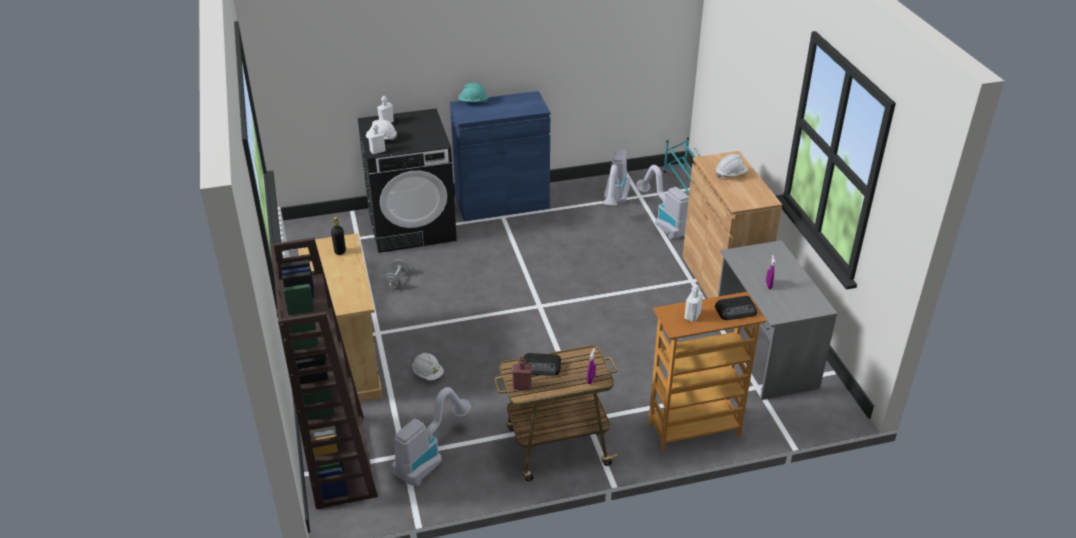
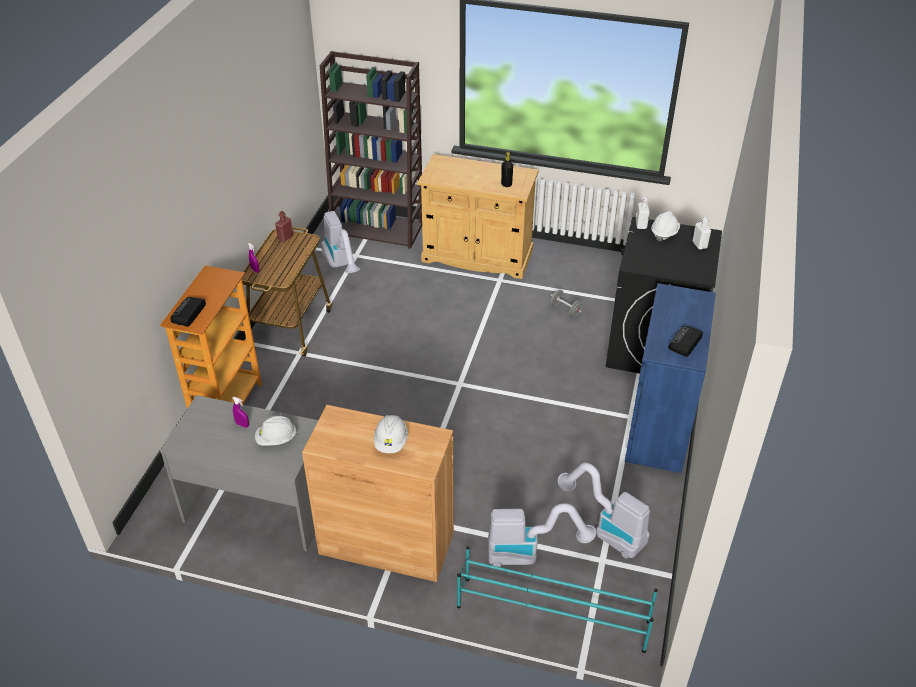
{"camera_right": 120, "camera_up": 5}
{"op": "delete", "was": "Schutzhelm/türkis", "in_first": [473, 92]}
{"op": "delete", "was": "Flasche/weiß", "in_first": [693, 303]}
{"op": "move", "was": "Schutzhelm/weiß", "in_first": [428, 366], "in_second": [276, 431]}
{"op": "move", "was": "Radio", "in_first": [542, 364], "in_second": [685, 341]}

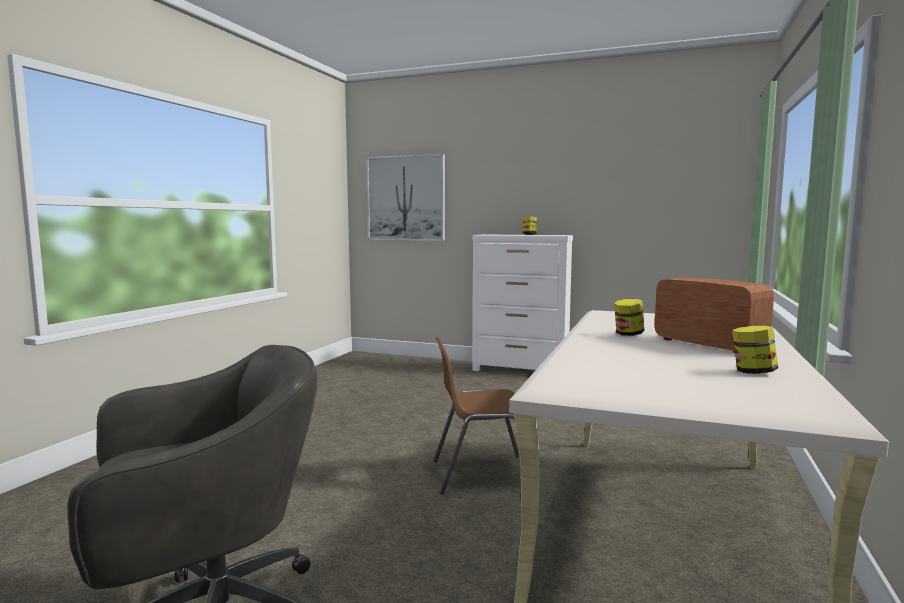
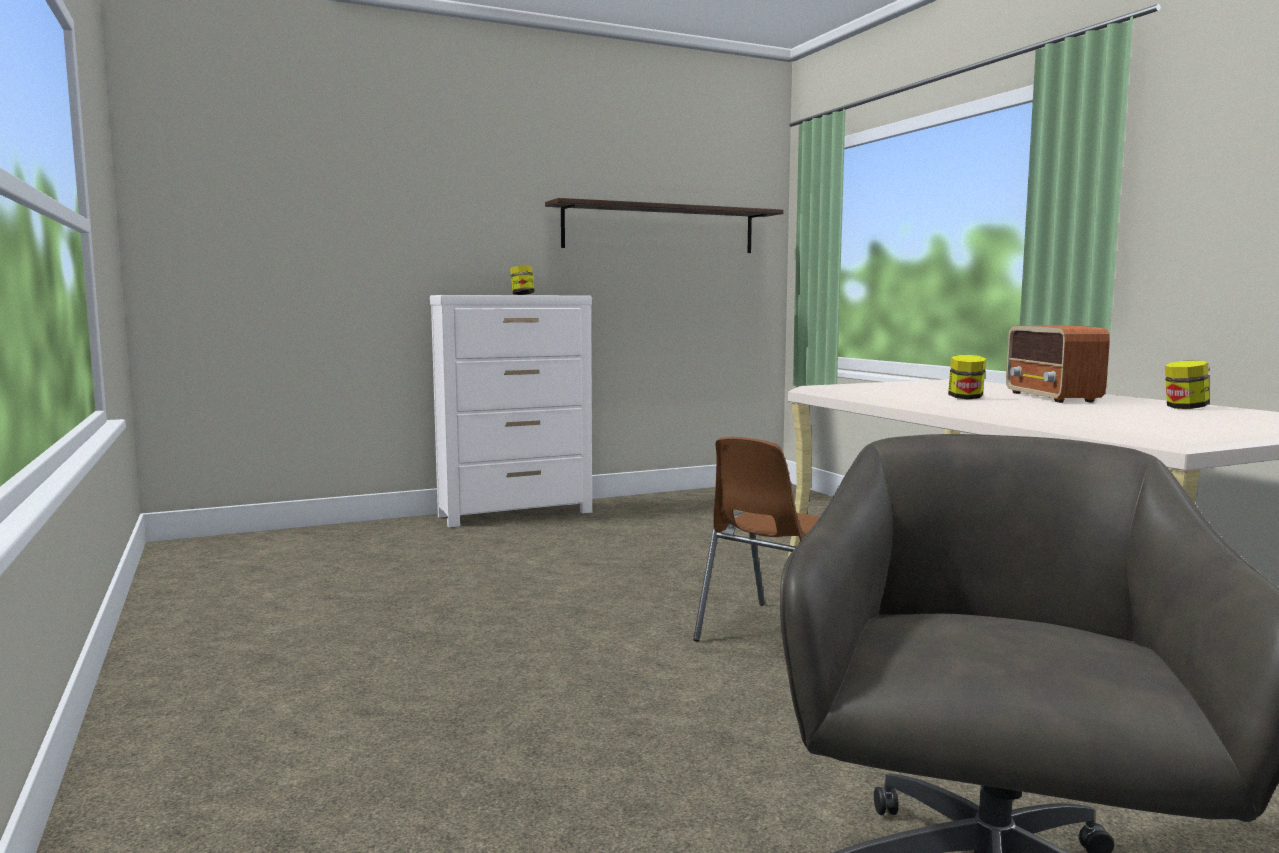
{"camera_right": -45, "camera_up": 0}
{"op": "delete", "was": "Bild", "in_first": [405, 197]}
{"op": "insert", "now": "Wandregal", "in_second": [664, 225]}
{"op": "rotate", "was": "Radio", "in_first": [714, 315], "in_second": [1058, 364], "clockwise": -105}

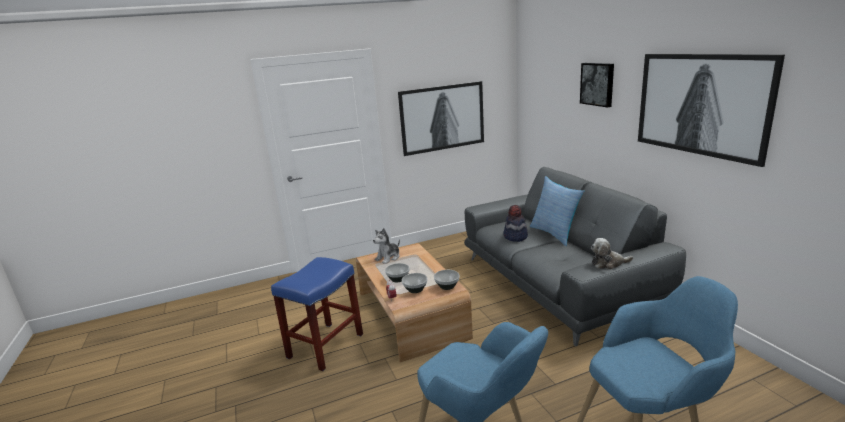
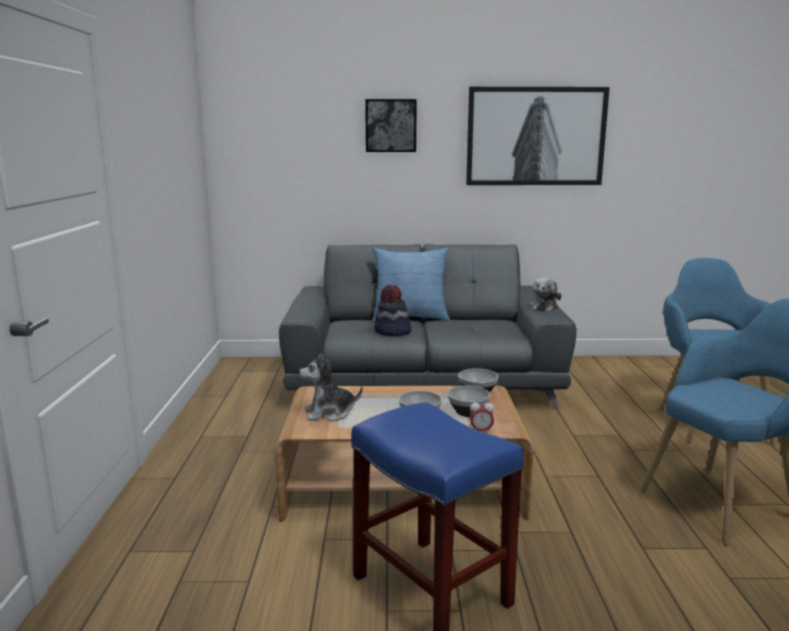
{"camera_right": -70, "camera_up": -5}
{"op": "delete", "was": "Bild", "in_first": [441, 118]}
{"op": "rotate", "was": "Plüschtier", "in_first": [386, 246], "in_second": [331, 387], "clockwise": 105}

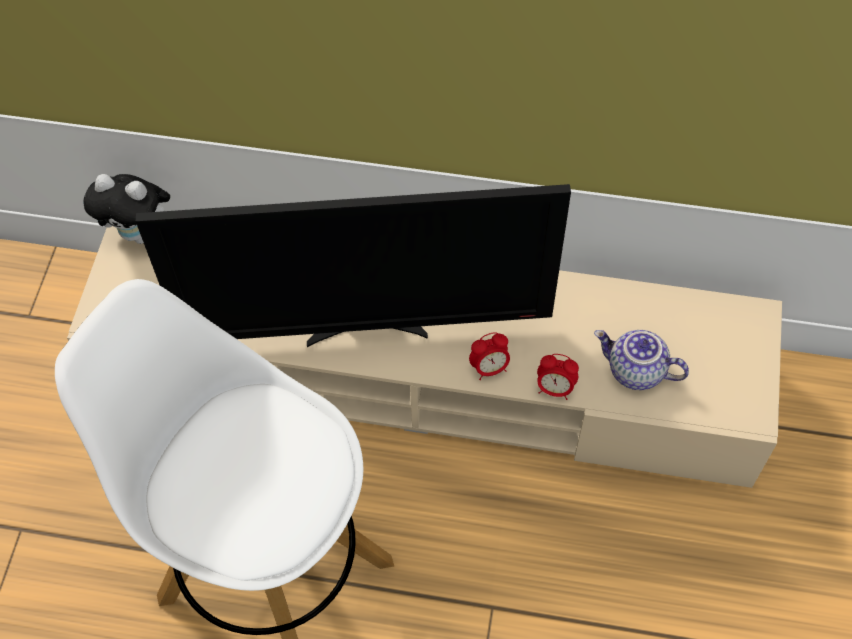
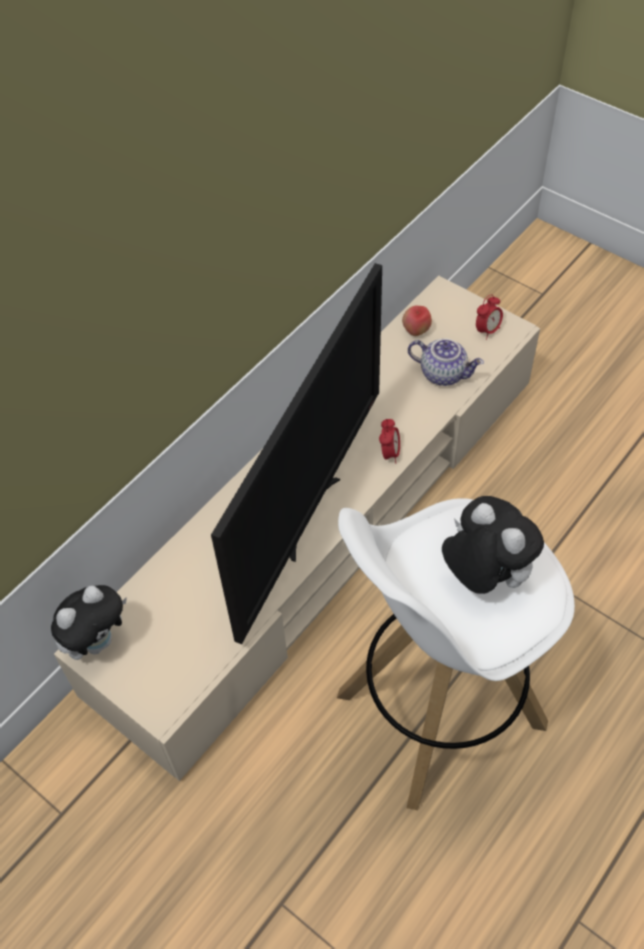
{"camera_right": -60, "camera_up": -5}
{"op": "insert", "now": "Apfel", "in_second": [417, 321]}
{"op": "insert", "now": "Plüschtier", "in_second": [493, 545]}
{"op": "move", "was": "Wecker", "in_first": [558, 377], "in_second": [489, 317]}
{"op": "rotate", "was": "Teekanne", "in_first": [641, 360], "in_second": [446, 362], "clockwise": -120}

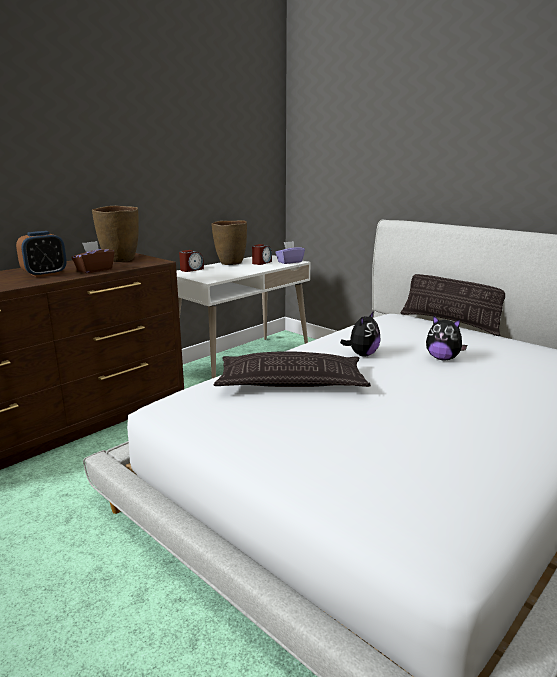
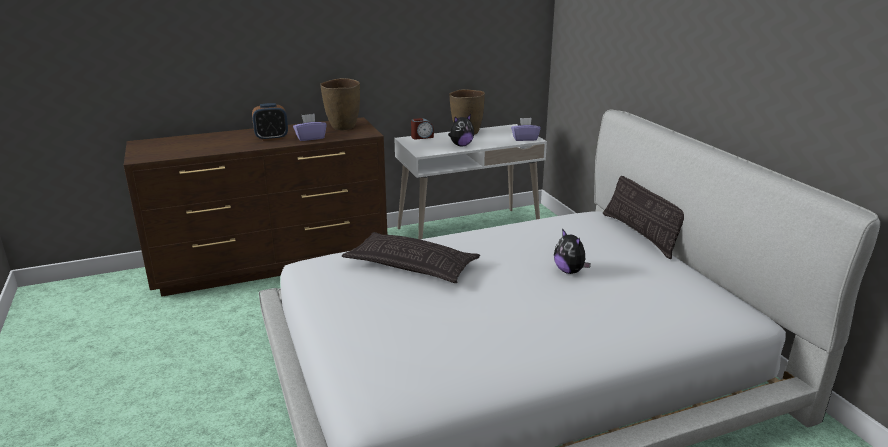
{"camera_right": 25, "camera_up": 5}
{"op": "delete", "was": "Wecker", "in_first": [262, 254]}
{"op": "move", "was": "Plüschtier", "in_first": [360, 333], "in_second": [461, 130]}
{"op": "recolor", "was": "Taschentuchbox/braun", "now": "Taschentuchbox/lila", "in_first": [93, 257], "in_second": [310, 127]}

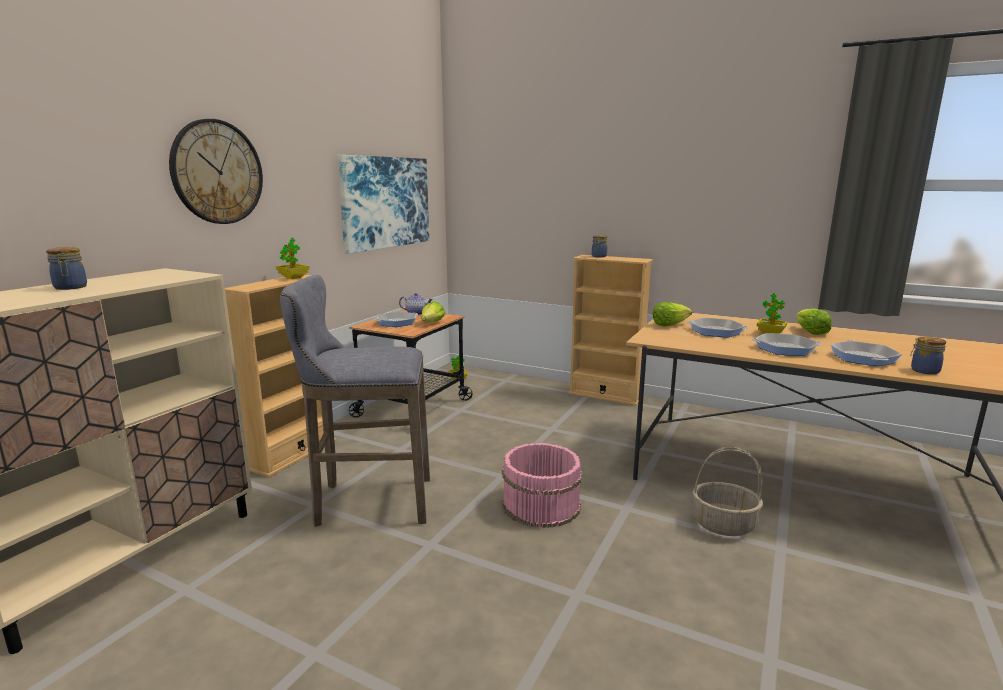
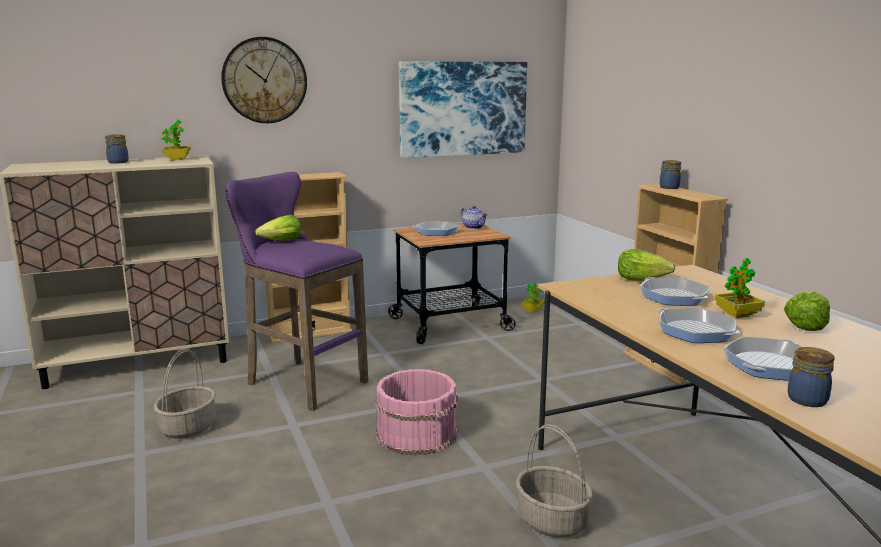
{"camera_right": 40, "camera_up": 0}
{"op": "insert", "now": "Korb", "in_second": [185, 394]}
{"op": "move", "was": "Topfpflanze", "in_first": [292, 258], "in_second": [176, 140]}
{"op": "move", "was": "Salatkopf", "in_first": [433, 312], "in_second": [278, 228]}
{"op": "recolor", "was": "Hocker/grau", "now": "Hocker/lila", "in_first": [355, 401], "in_second": [296, 291]}

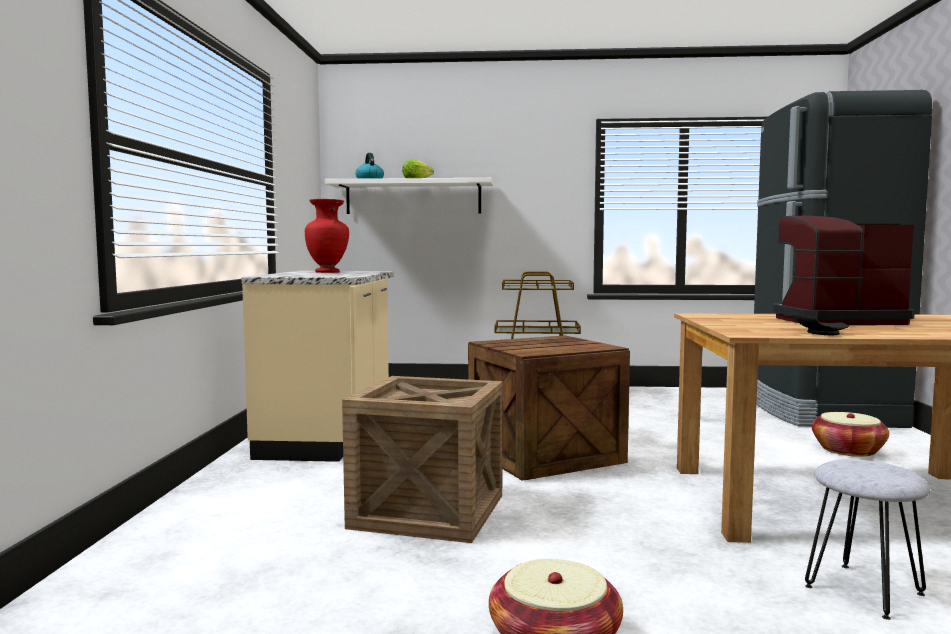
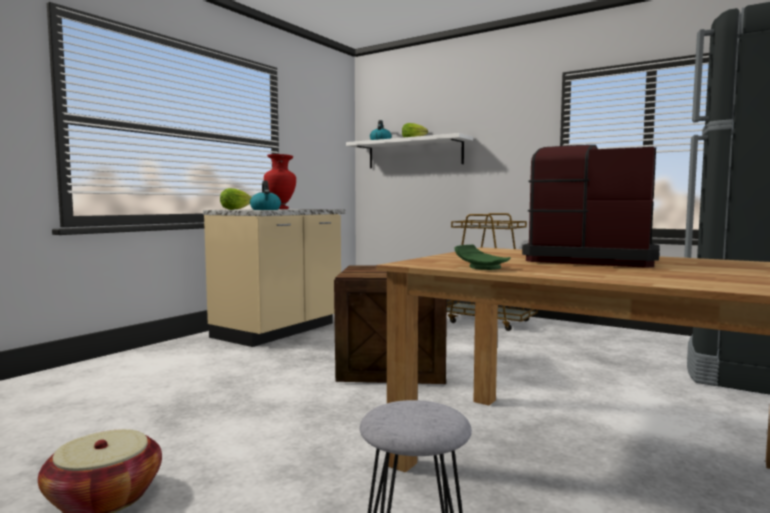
{"camera_right": 30, "camera_up": 0}
{"op": "delete", "was": "Kiste", "in_first": [422, 459]}
{"op": "delete", "was": "Korb", "in_first": [850, 434]}
{"op": "insert", "now": "Salatkopf", "in_second": [236, 199]}
{"op": "insert", "now": "Wasserkessel", "in_second": [265, 195]}
{"op": "recolor", "was": "Teller/schwarz", "now": "Teller/grün", "in_first": [821, 323], "in_second": [483, 257]}

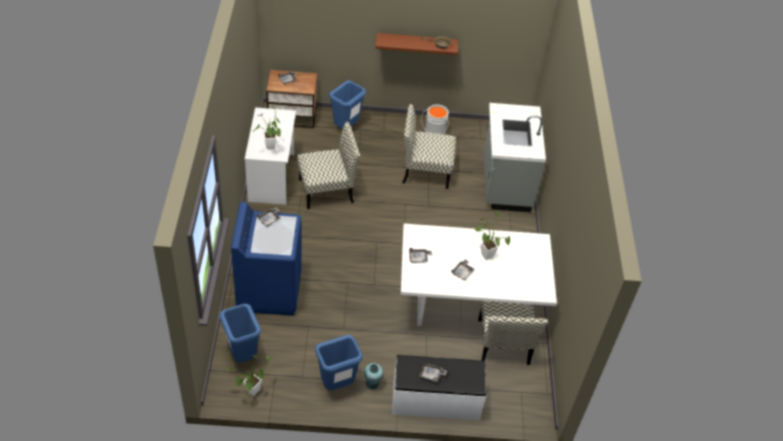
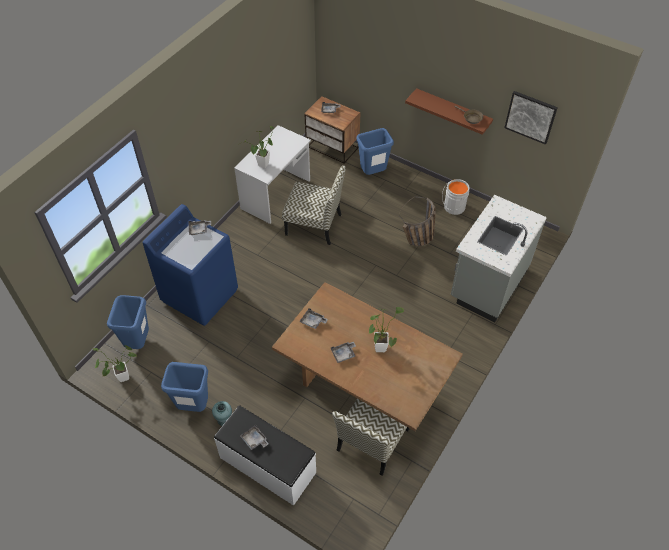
{"camera_right": 35, "camera_up": 5}
{"op": "insert", "now": "Bild", "in_second": [531, 118]}
{"op": "replace", "was": "Stuhl", "now": "Korb", "in_first": [429, 146], "in_second": [417, 221]}
{"op": "recolor", "was": "Esstisch/weiß", "now": "Esstisch/braun", "in_first": [479, 274], "in_second": [367, 356]}

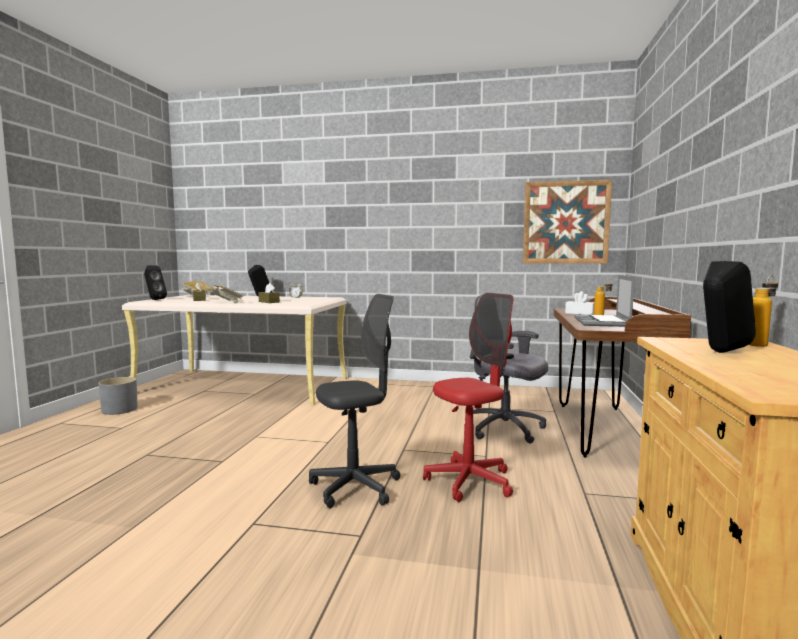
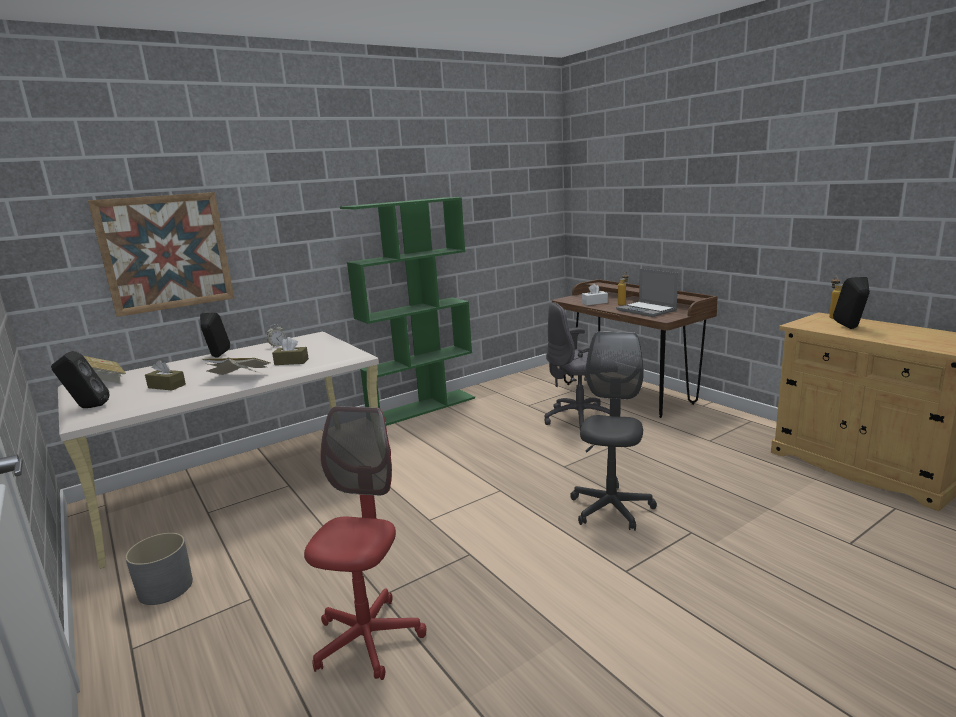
{"camera_right": -45, "camera_up": 10}
{"op": "insert", "now": "Bücherregal/grün", "in_second": [407, 311]}
{"op": "move", "was": "Bürostuhl/rot", "in_first": [468, 397], "in_second": [365, 543]}
{"op": "move", "was": "Bild", "in_first": [567, 222], "in_second": [161, 254]}

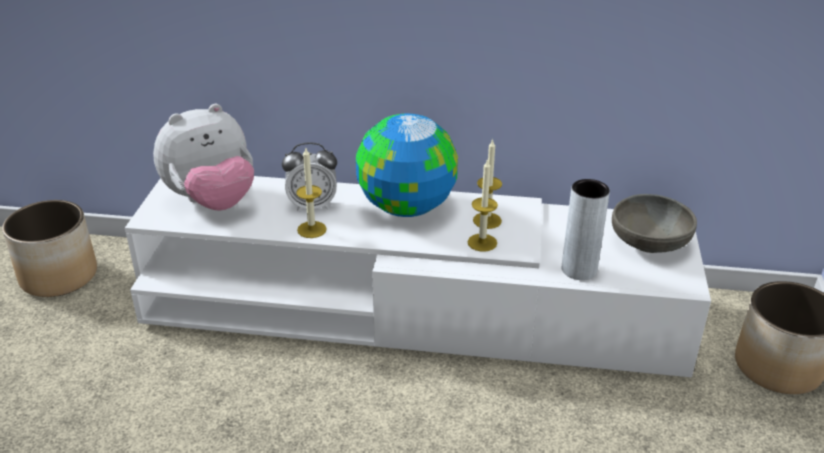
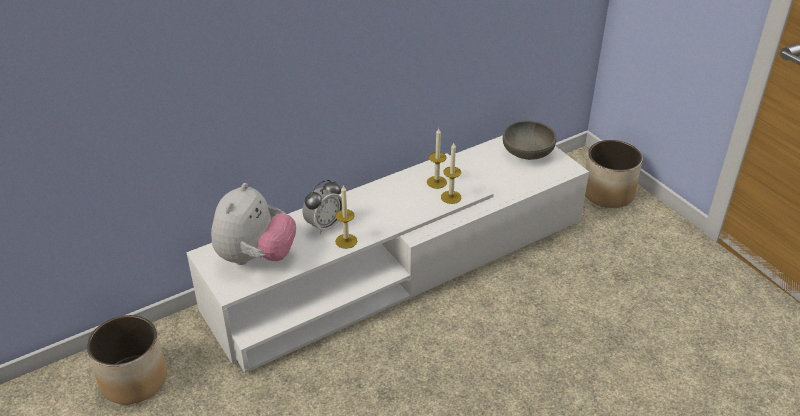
{"camera_right": -40, "camera_up": 5}
{"op": "delete", "was": "Globus", "in_first": [407, 165]}
{"op": "delete", "was": "Vase/grau", "in_first": [586, 229]}

